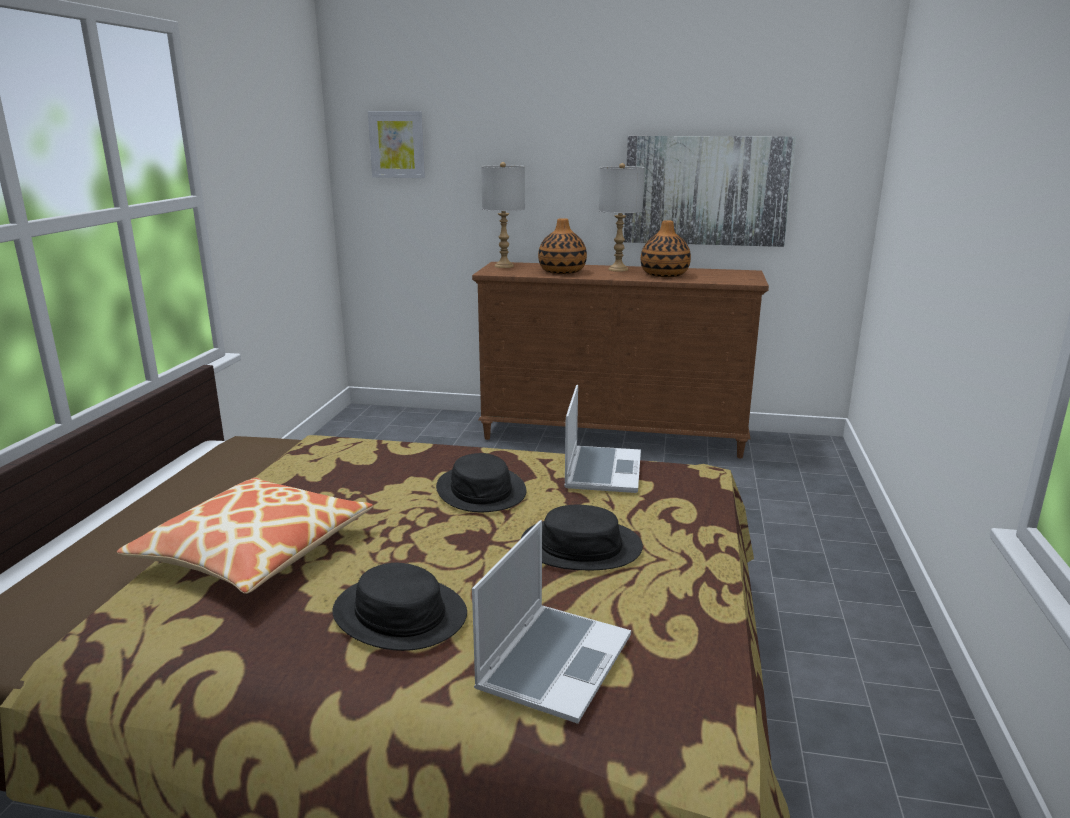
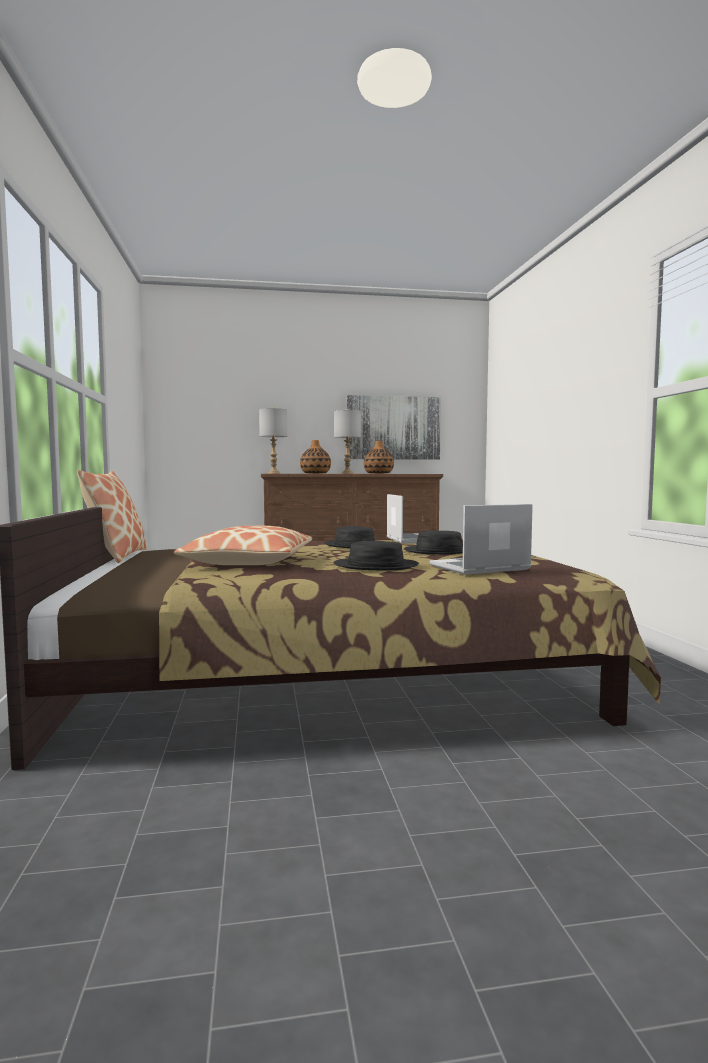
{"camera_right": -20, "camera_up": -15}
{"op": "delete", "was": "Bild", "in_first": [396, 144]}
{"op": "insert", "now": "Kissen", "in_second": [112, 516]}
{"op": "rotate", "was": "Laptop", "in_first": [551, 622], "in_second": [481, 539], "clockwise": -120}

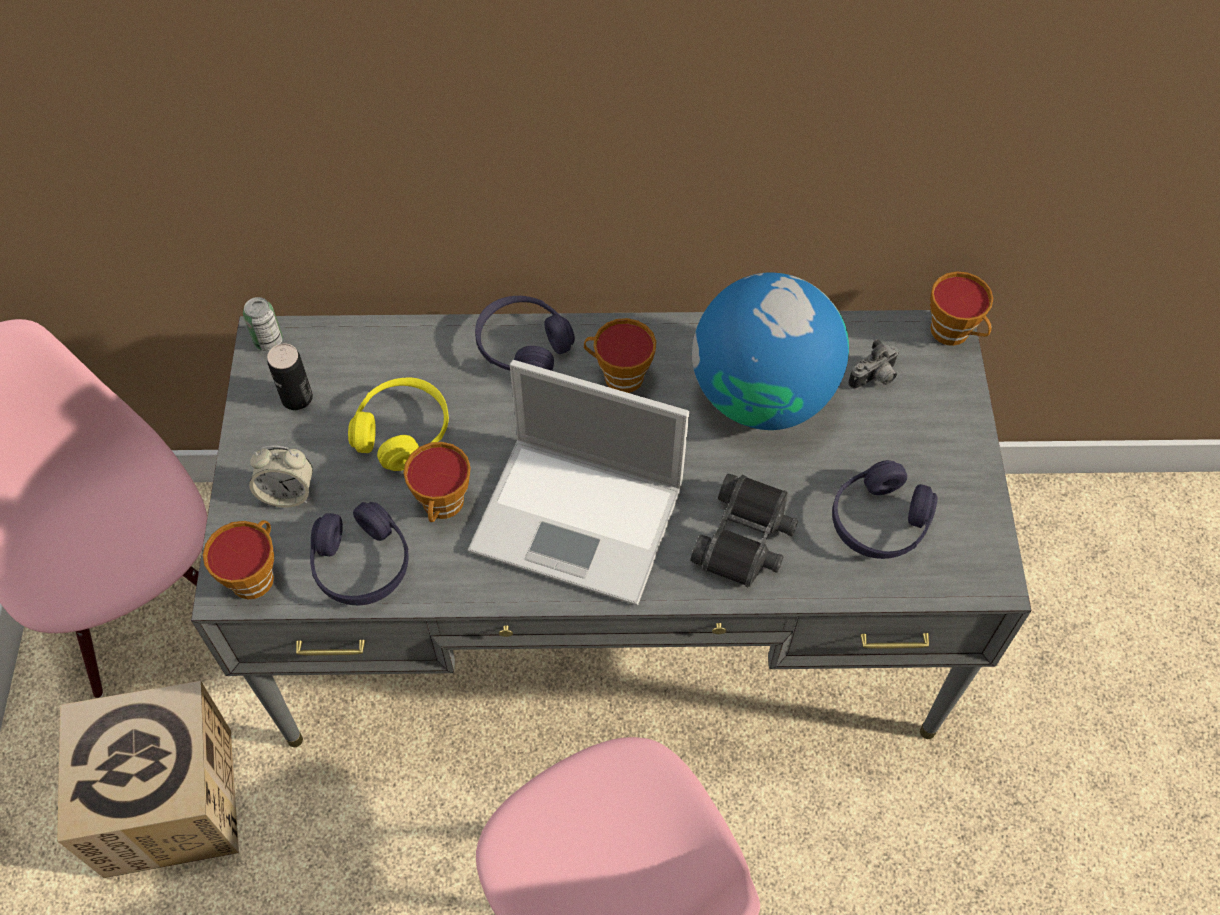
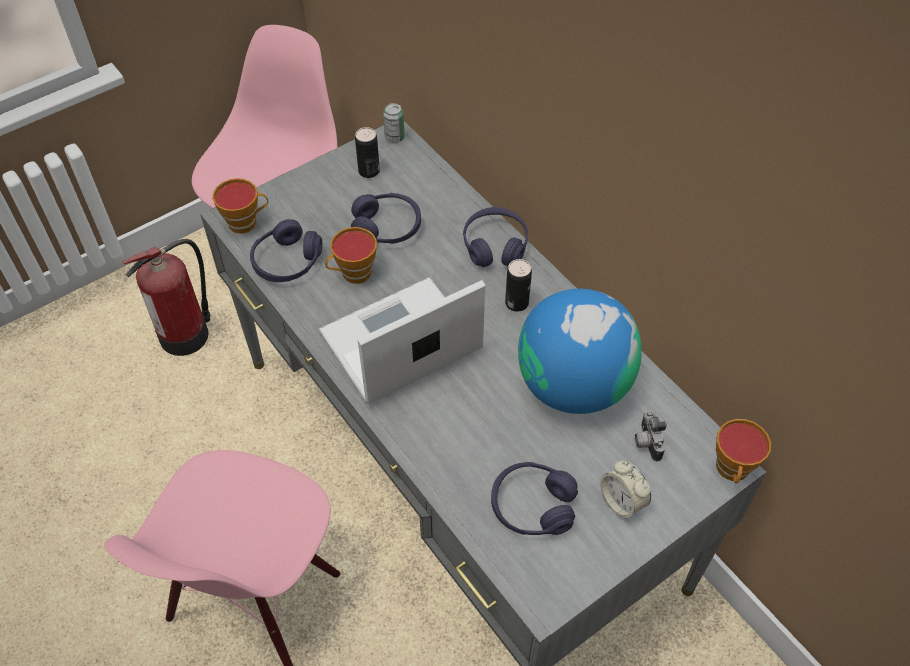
{"camera_right": 55, "camera_up": -5}
{"op": "delete", "was": "Fernglas/schwarz", "in_first": [744, 530]}
{"op": "move", "was": "Wecker", "in_first": [281, 477], "in_second": [625, 490]}
{"op": "replace", "was": "Karton", "now": "Feuerlöscher", "in_first": [148, 779], "in_second": [166, 297]}
{"op": "replace", "was": "Tasse", "now": "Dose", "in_first": [620, 355], "in_second": [518, 285]}
{"op": "recolor", "was": "Kopfhörer/gelb", "now": "Kopfhörer/lila", "in_first": [398, 424], "in_second": [386, 218]}
{"op": "rotate", "was": "Laptop", "in_first": [578, 482], "in_second": [402, 340], "clockwise": 75}
{"op": "rotate", "was": "Kamera", "in_first": [873, 364], "in_second": [651, 435], "clockwise": 60}

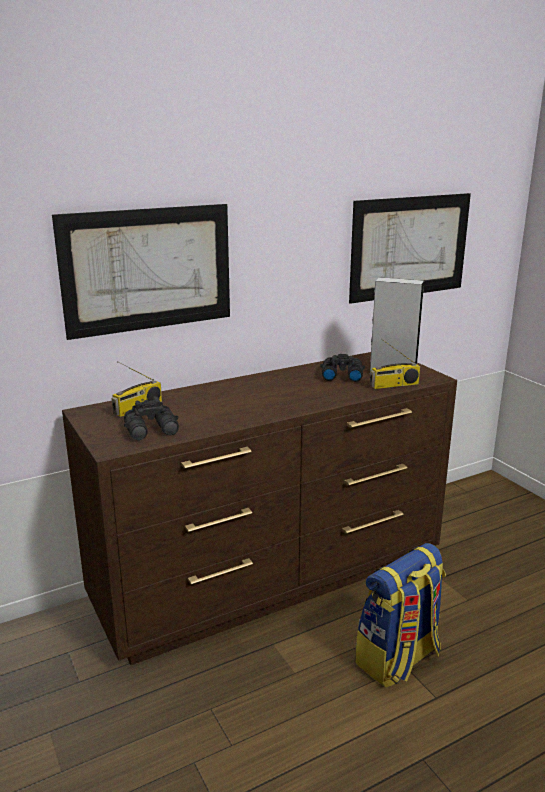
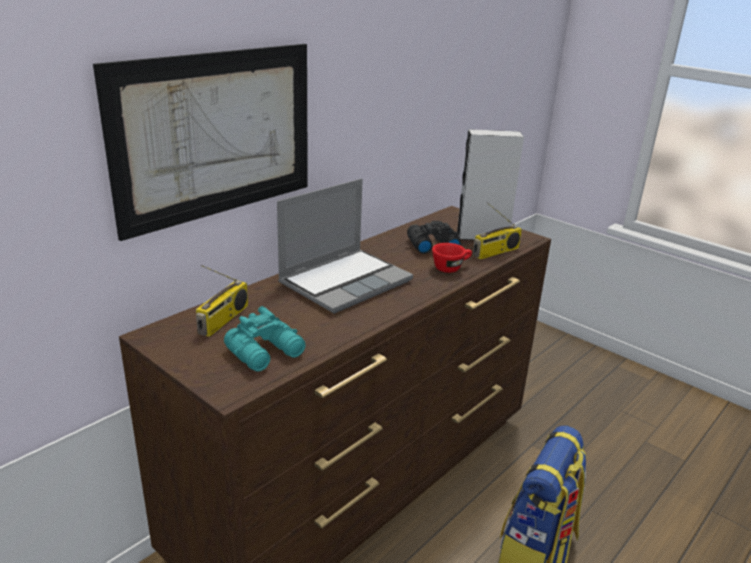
{"camera_right": -20, "camera_up": 5}
{"op": "delete", "was": "Bild", "in_first": [410, 248]}
{"op": "insert", "now": "Laptop", "in_second": [345, 246]}
{"op": "insert", "now": "Tasse/rot", "in_second": [452, 258]}
{"op": "recolor", "was": "Fernglas/schwarz", "now": "Fernglas/türkis", "in_first": [151, 418], "in_second": [265, 339]}

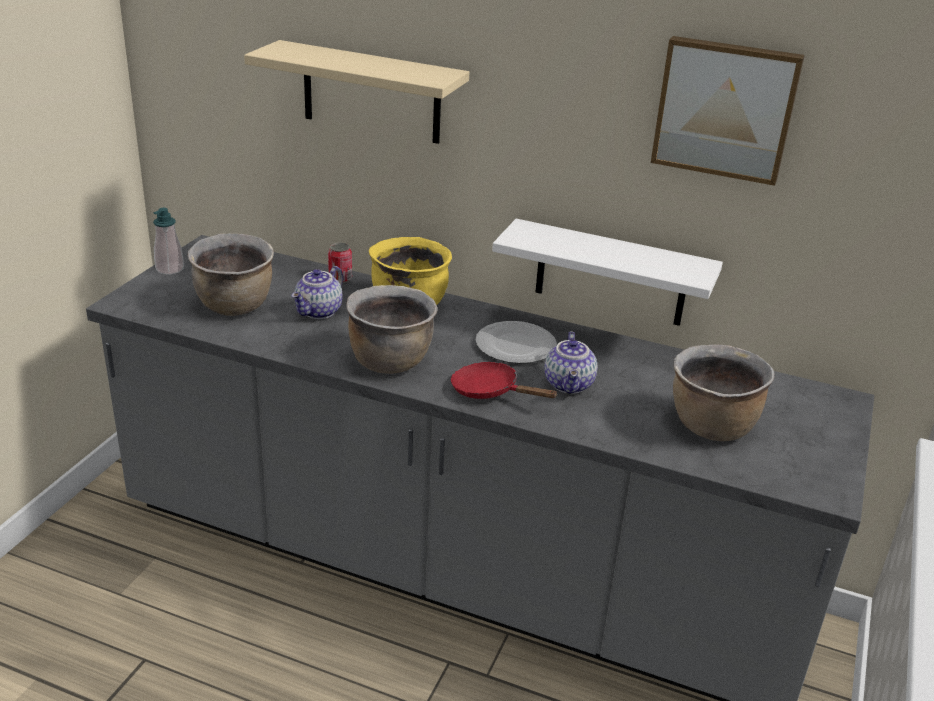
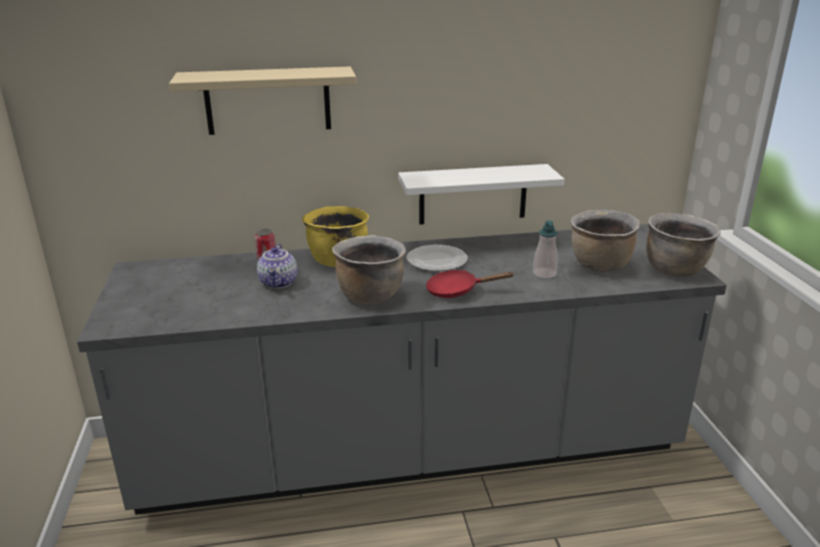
{"camera_right": -30, "camera_up": -5}
{"op": "delete", "was": "Teekanne", "in_first": [571, 362]}
{"op": "delete", "was": "Bild", "in_first": [728, 111]}
{"op": "move", "was": "Seifenspender", "in_first": [168, 241], "in_second": [545, 249]}
{"op": "move", "was": "Kochtopf/braun", "in_first": [231, 274], "in_second": [683, 245]}

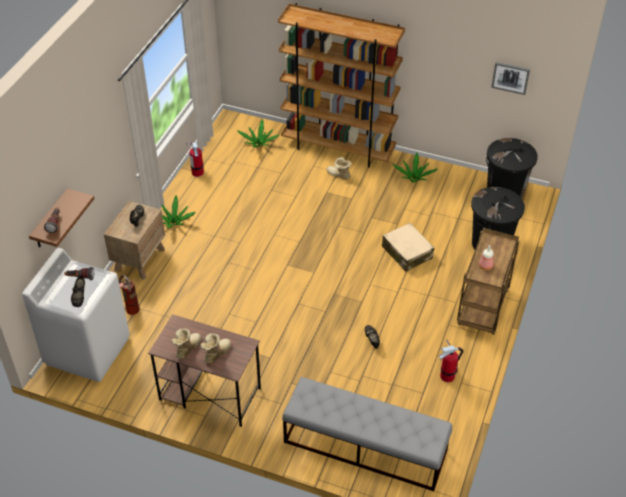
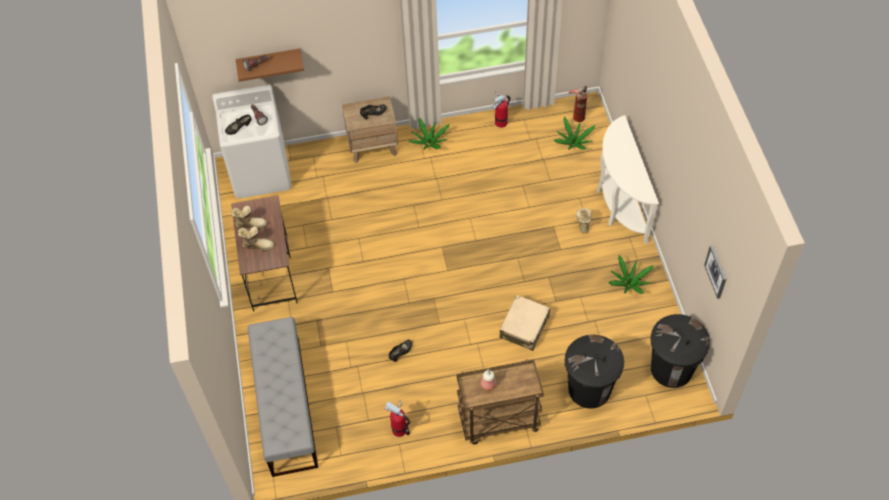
{"camera_right": 60, "camera_up": 10}
{"op": "move", "was": "Feuerlöscher", "in_first": [129, 294], "in_second": [577, 104]}
{"op": "replace", "was": "Bücherregal/braun", "now": "Konsolentisch/weiß", "in_first": [341, 85], "in_second": [628, 179]}

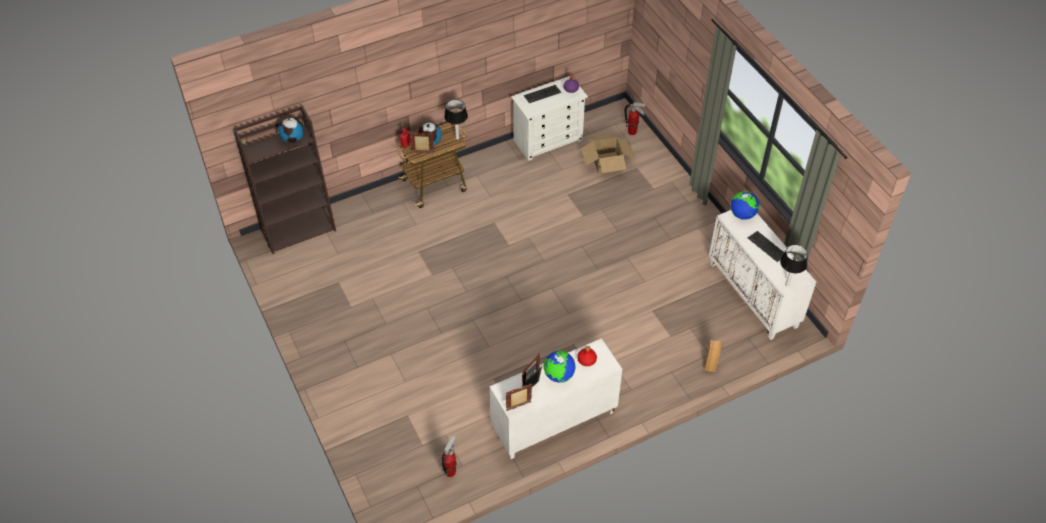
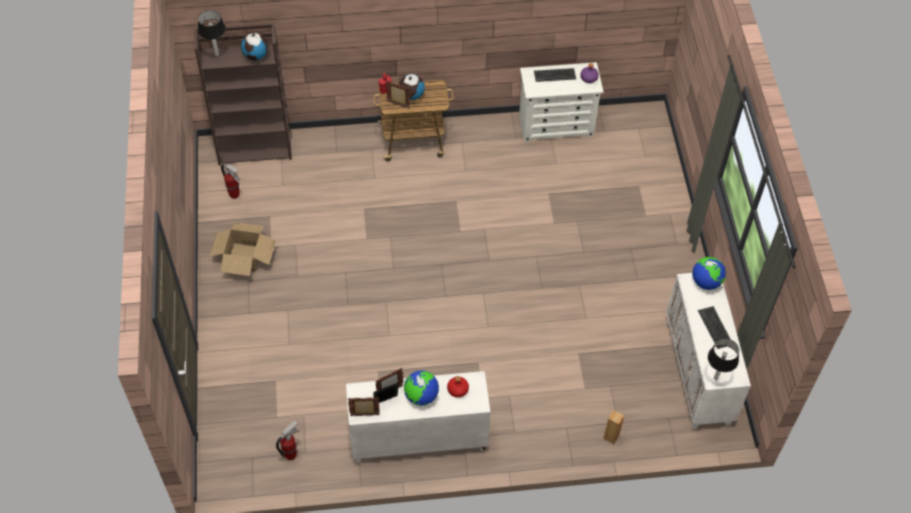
{"camera_right": 20, "camera_up": 5}
{"op": "move", "was": "Tischlampe", "in_first": [456, 119], "in_second": [212, 33]}
{"op": "move", "was": "Karton", "in_first": [607, 153], "in_second": [242, 249]}
{"op": "move", "was": "Feuerlöscher", "in_first": [635, 118], "in_second": [230, 181]}

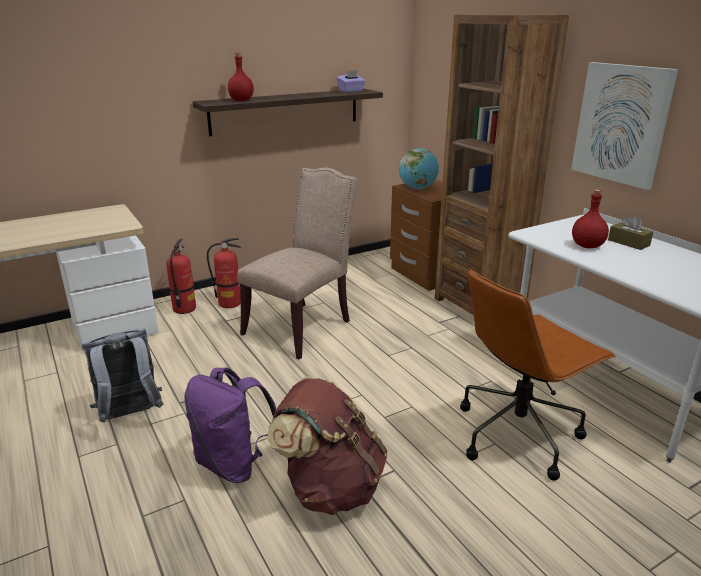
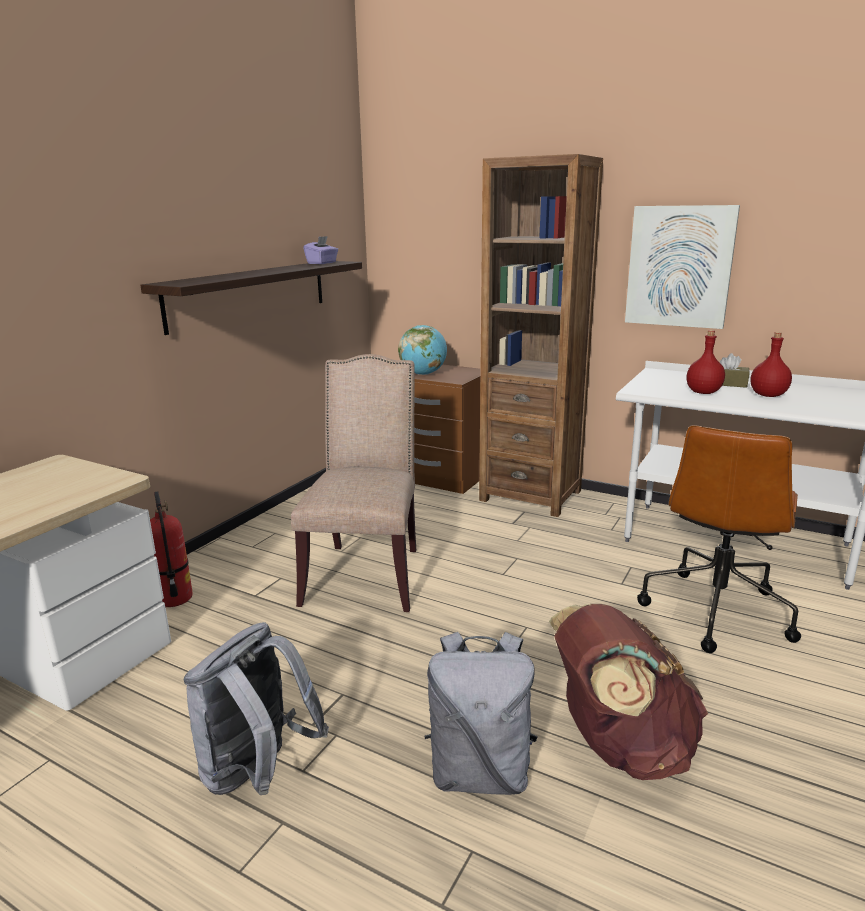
{"camera_right": -30, "camera_up": -5}
{"op": "delete", "was": "Feuerlöscher", "in_first": [224, 273]}
{"op": "move", "was": "Flasche/rot", "in_first": [241, 77], "in_second": [771, 364]}
{"op": "recolor", "was": "Rucksack/lila", "now": "Rucksack/grau", "in_first": [230, 425], "in_second": [481, 713]}

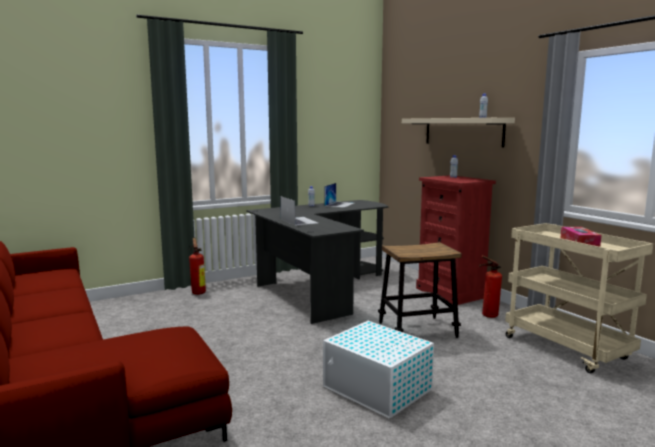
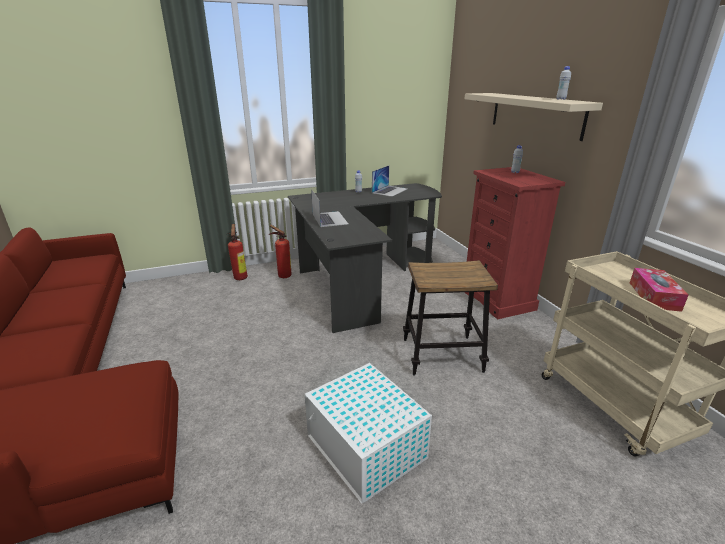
{"camera_right": 10, "camera_up": 15}
{"op": "move", "was": "Feuerlöscher", "in_first": [490, 286], "in_second": [280, 251]}

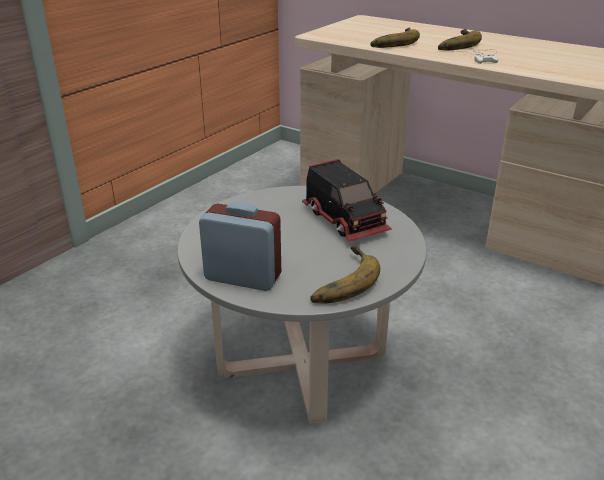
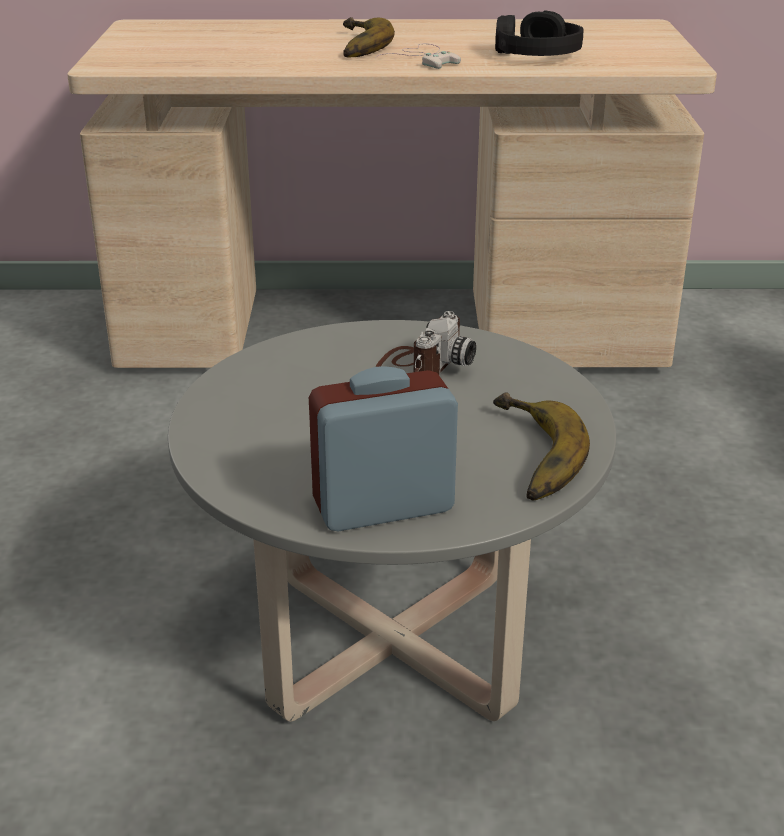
{"camera_right": -35, "camera_up": 0}
{"op": "delete", "was": "Banane", "in_first": [395, 38]}
{"op": "insert", "now": "Kopfhörer/schwarz", "in_second": [539, 33]}
{"op": "replace", "was": "Spielzeuglaster", "now": "Kamera", "in_first": [347, 200], "in_second": [425, 343]}

